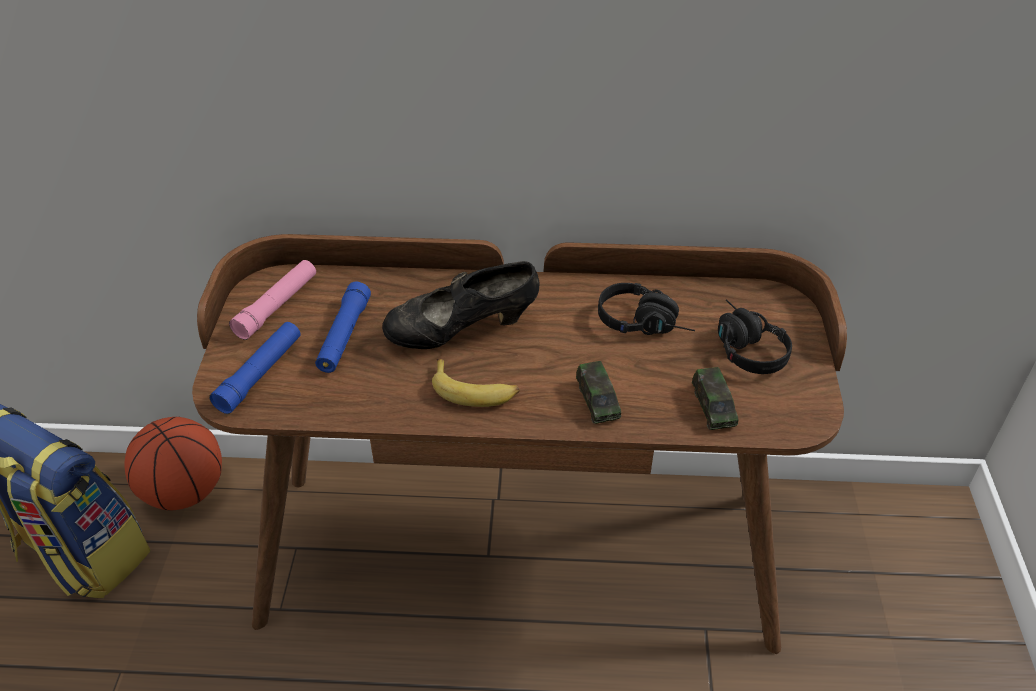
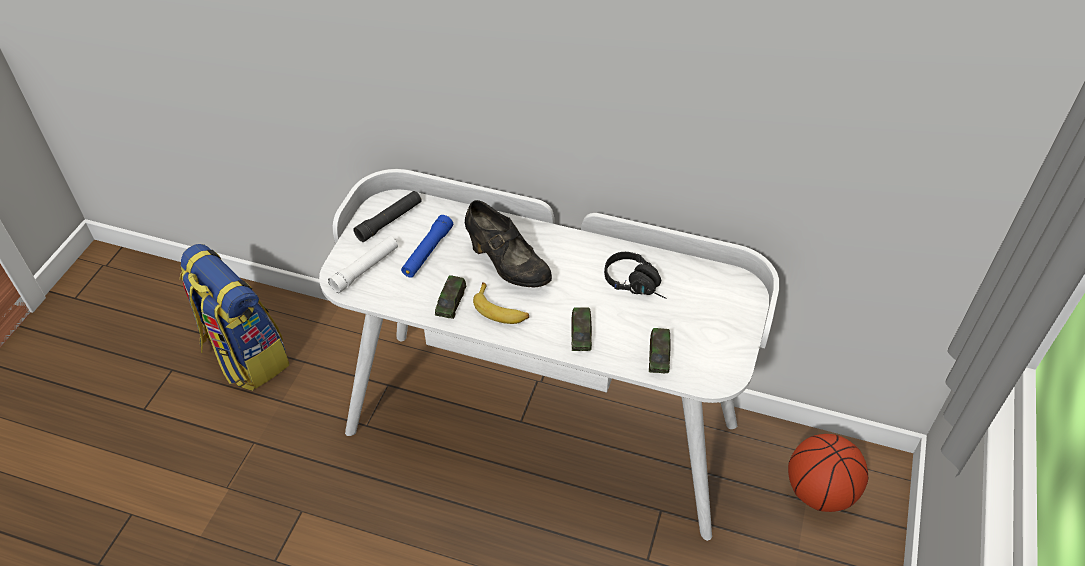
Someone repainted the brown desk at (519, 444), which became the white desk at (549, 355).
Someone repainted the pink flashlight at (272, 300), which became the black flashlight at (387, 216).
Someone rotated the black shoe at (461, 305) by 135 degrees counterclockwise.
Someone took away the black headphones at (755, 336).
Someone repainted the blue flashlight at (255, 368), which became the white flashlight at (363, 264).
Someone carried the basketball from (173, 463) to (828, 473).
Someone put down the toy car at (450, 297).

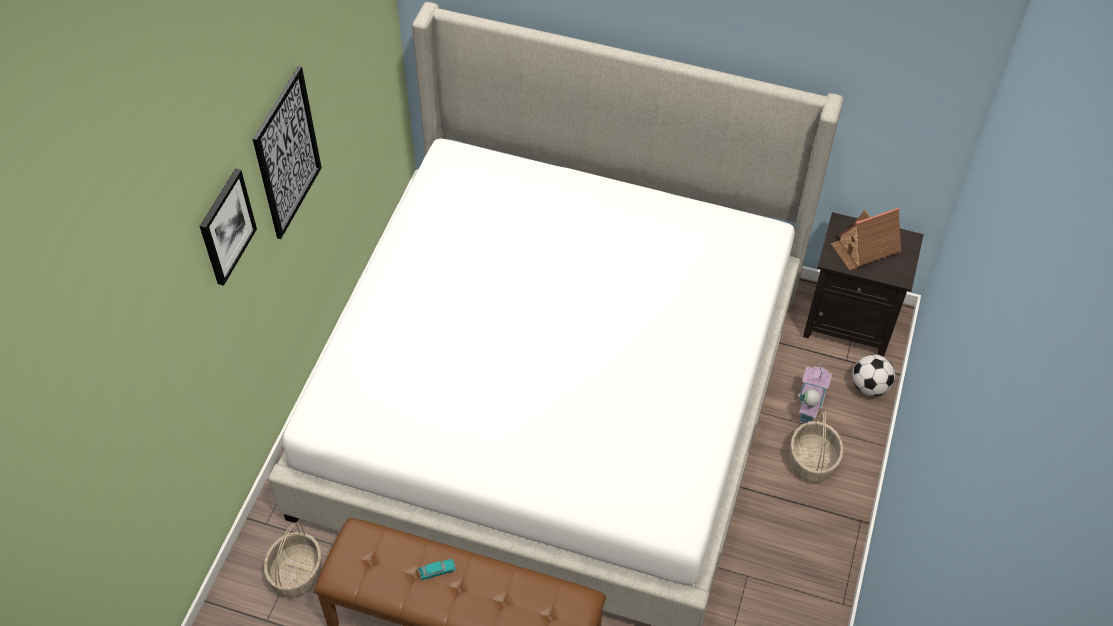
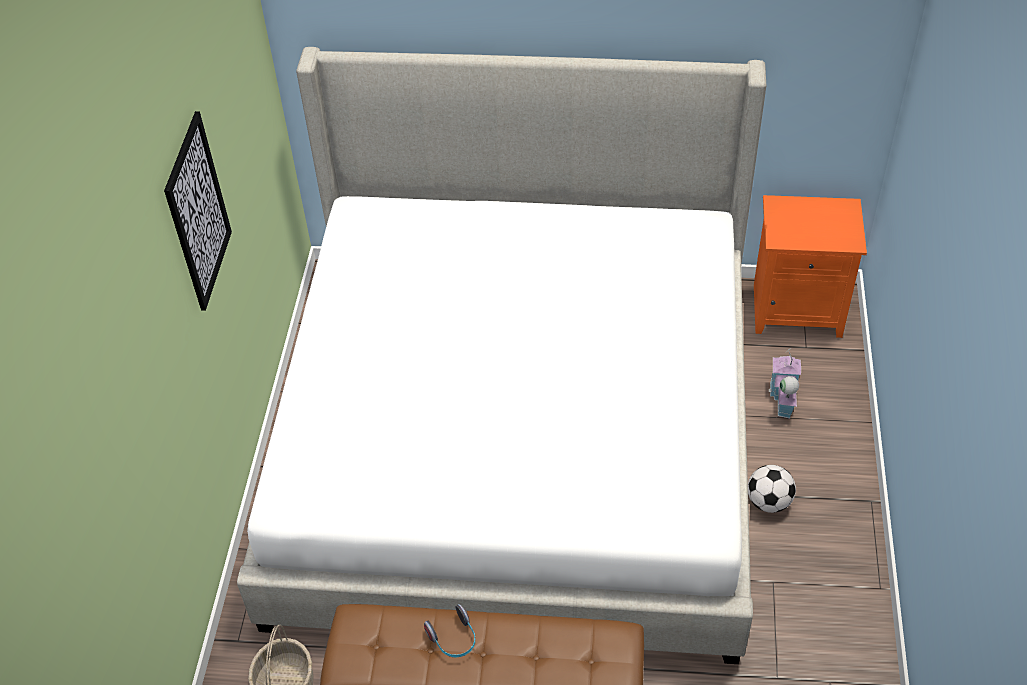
Someone took away the picture at (228, 227).
Someone took away the toy house at (866, 238).
Someone repainted the black nightstand at (863, 284), which became the orange nightstand at (810, 266).
Someone carried the football from (873, 375) to (772, 489).
Someone took away the basket at (816, 445).
Someone swapped the toy car at (436, 570) for the headphones at (449, 630).

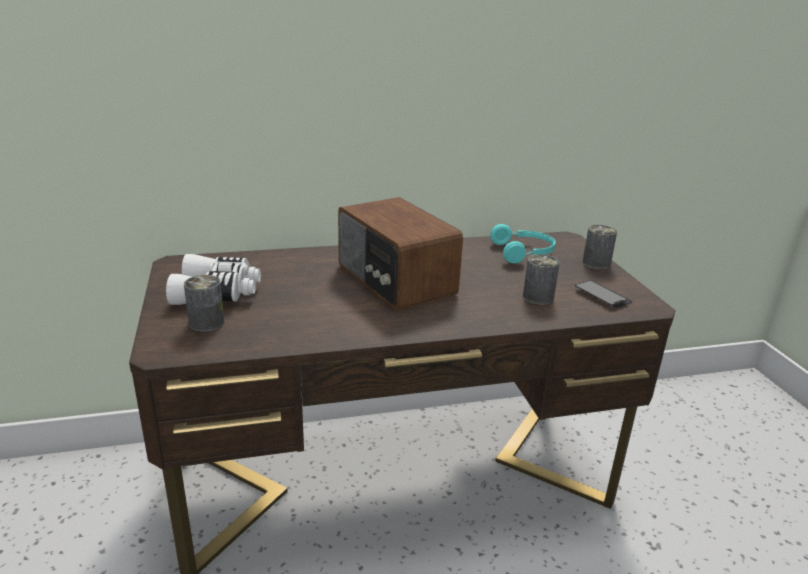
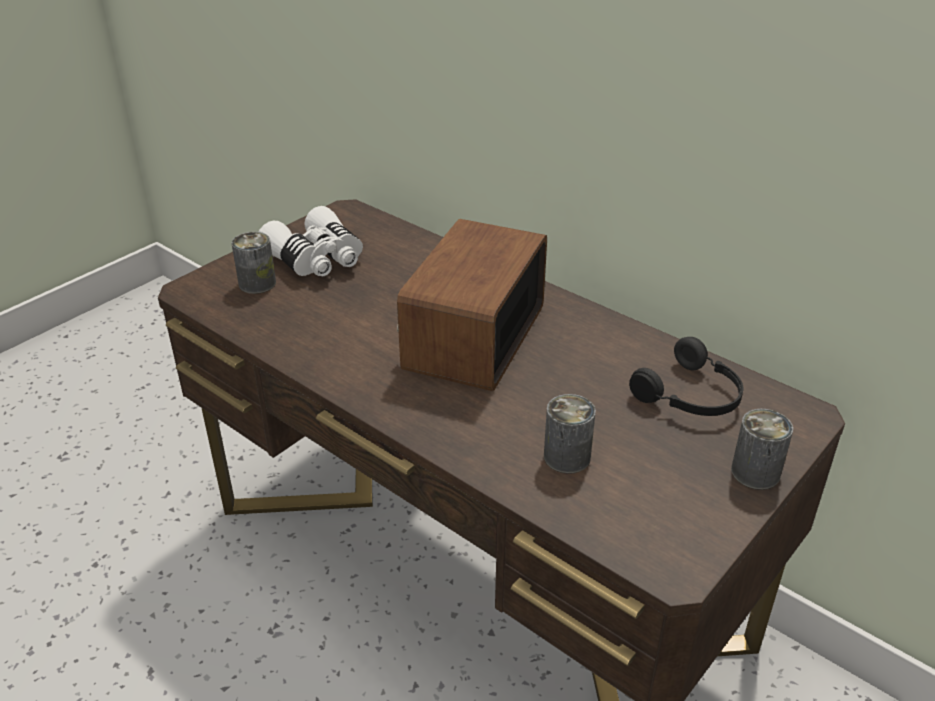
Someone repainted the turquoise headphones at (523, 243), which became the black headphones at (686, 376).
Someone took away the phone at (603, 294).

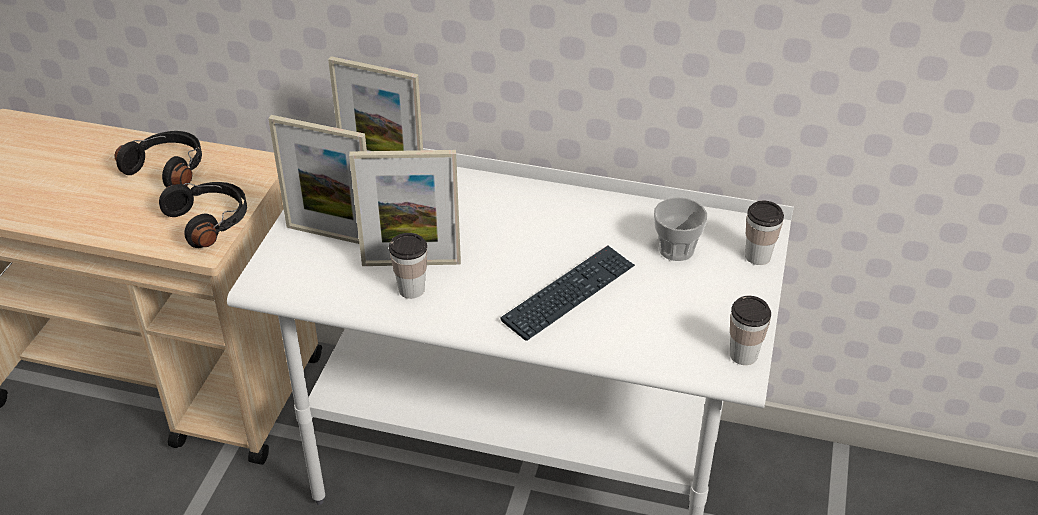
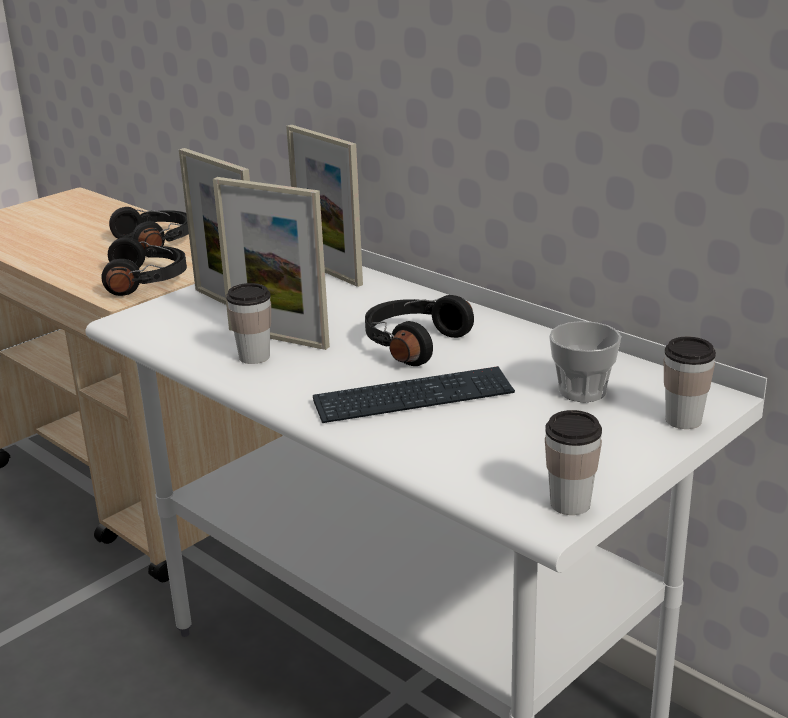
Someone put down the black headphones at (419, 330).

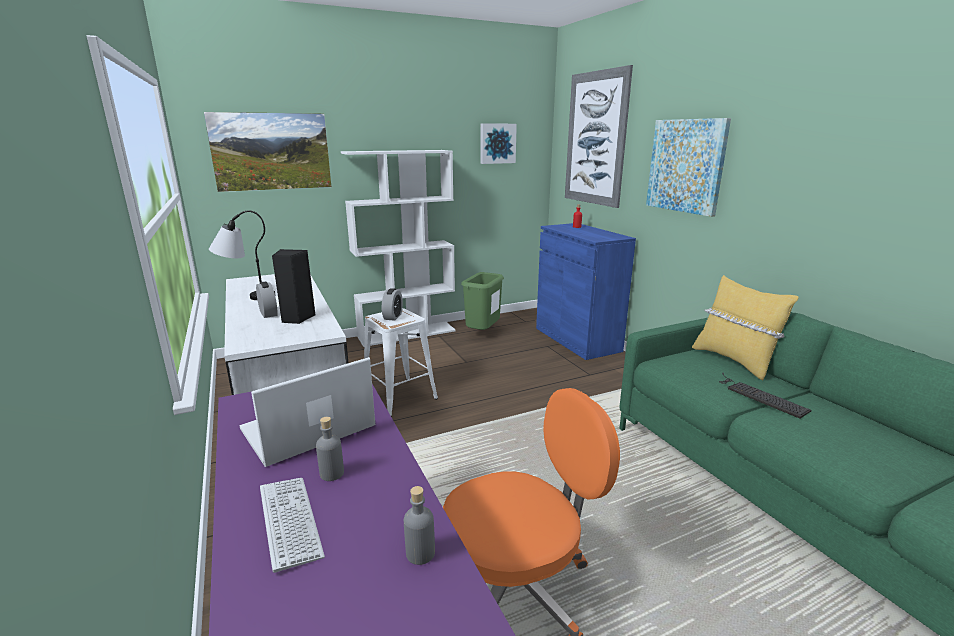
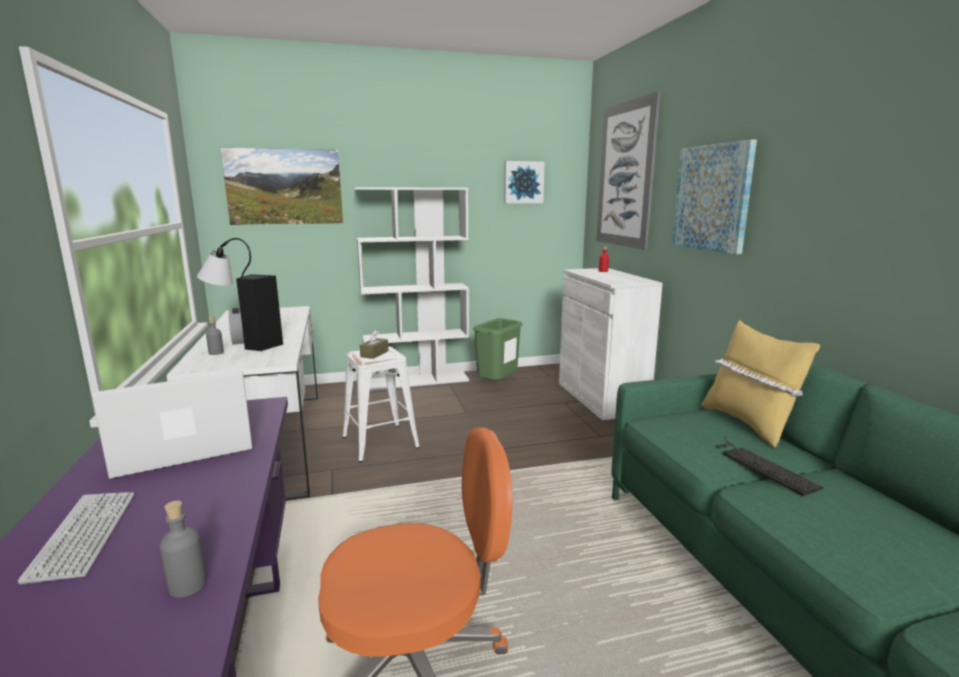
Someone repainted the blue cabinet at (586, 291), which became the white cabinet at (611, 344).
Someone swapped the alarm clock at (392, 304) for the brown tissue box at (374, 344).
Someone carried the grey bottle from (330, 449) to (215, 336).

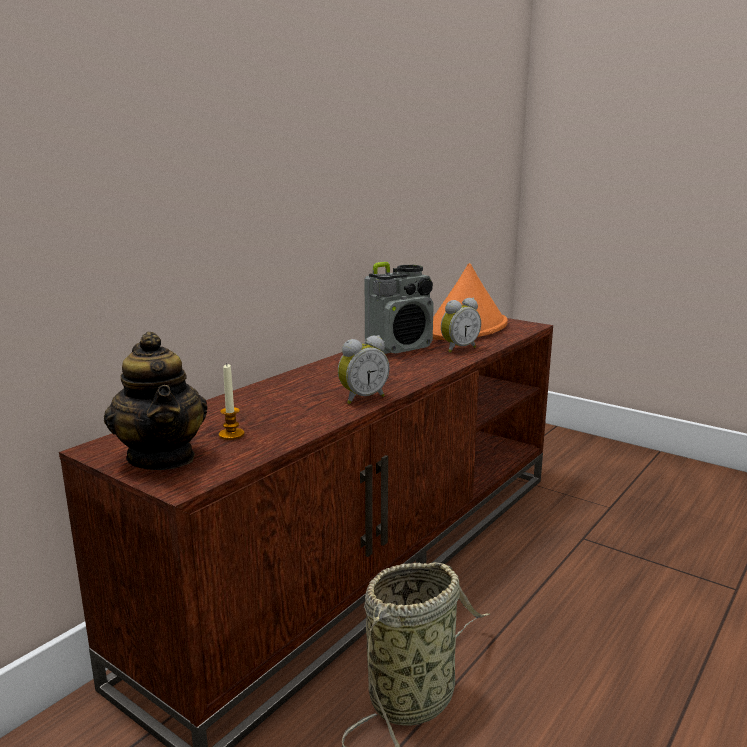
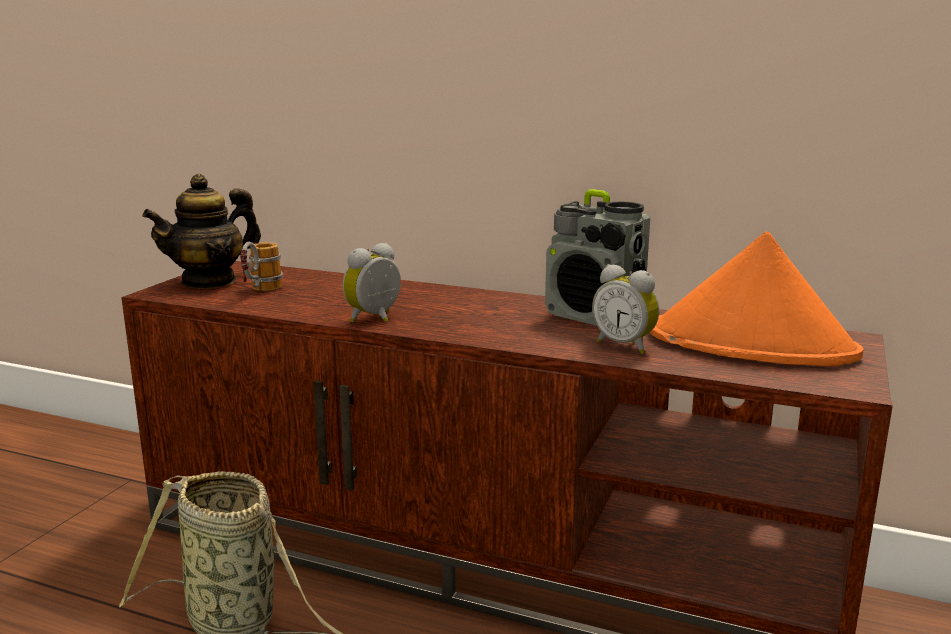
Someone rotated the alarm clock at (363, 369) by 90 degrees clockwise.
Someone swapped the candle at (231, 402) for the mug at (261, 266).

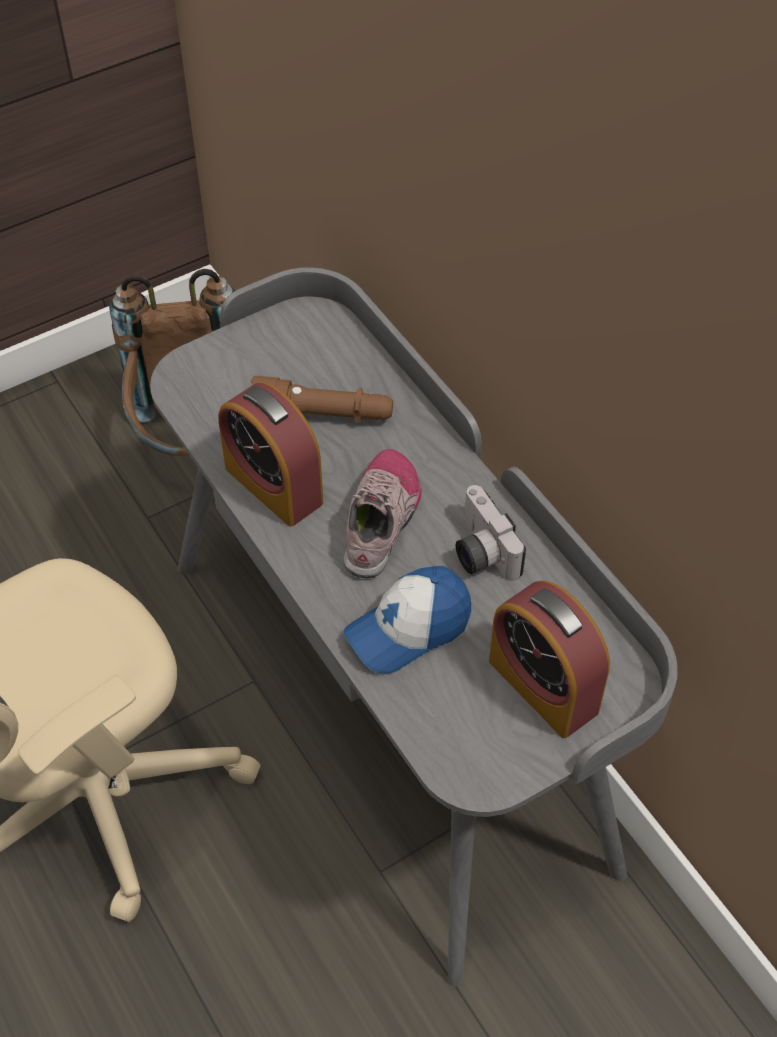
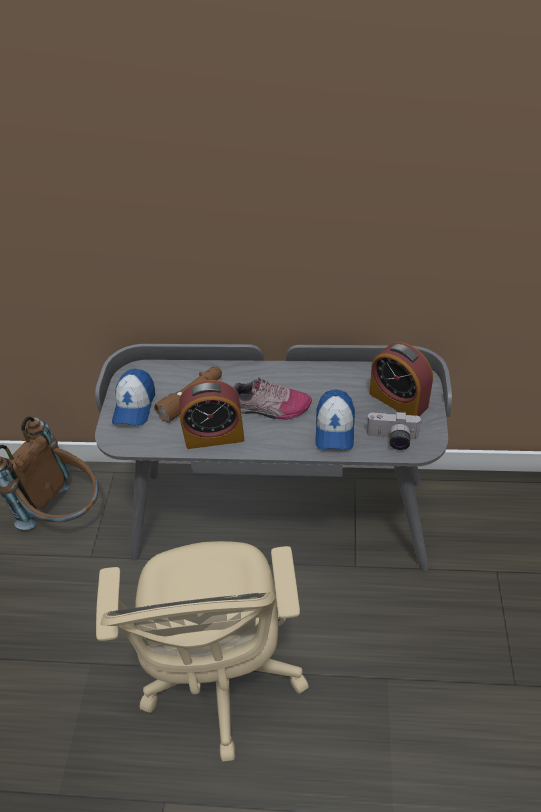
Someone rotated the shoe at (382, 513) by 135 degrees clockwise.
Someone carried the photo camera from (491, 533) to (394, 430).
Someone rotated the alarm clock at (549, 659) by 45 degrees clockwise.
Someone put down the cap at (133, 397).

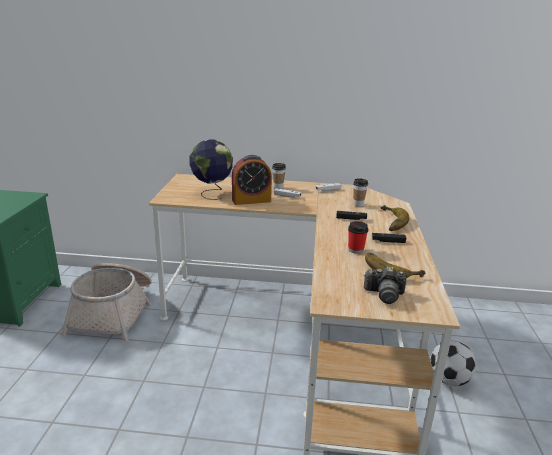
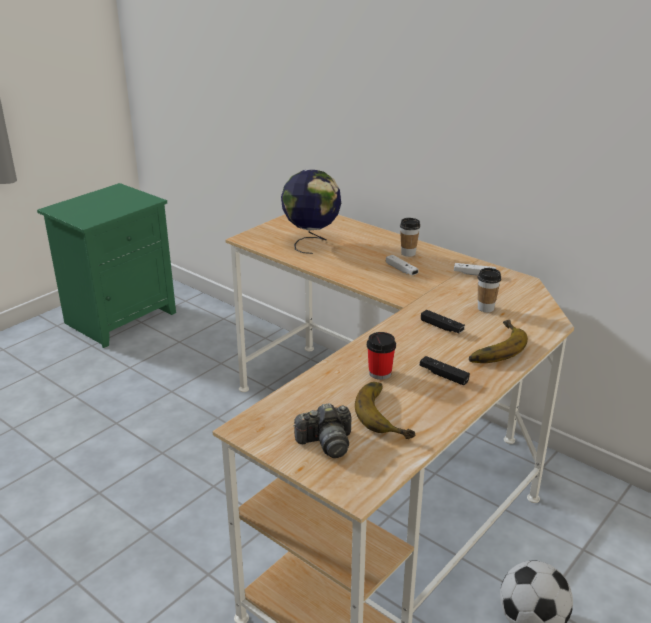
Someone took away the alarm clock at (252, 180).
Someone took away the basket at (106, 302).
Someone rotated the photo camera at (385, 285) by 60 degrees counterclockwise.

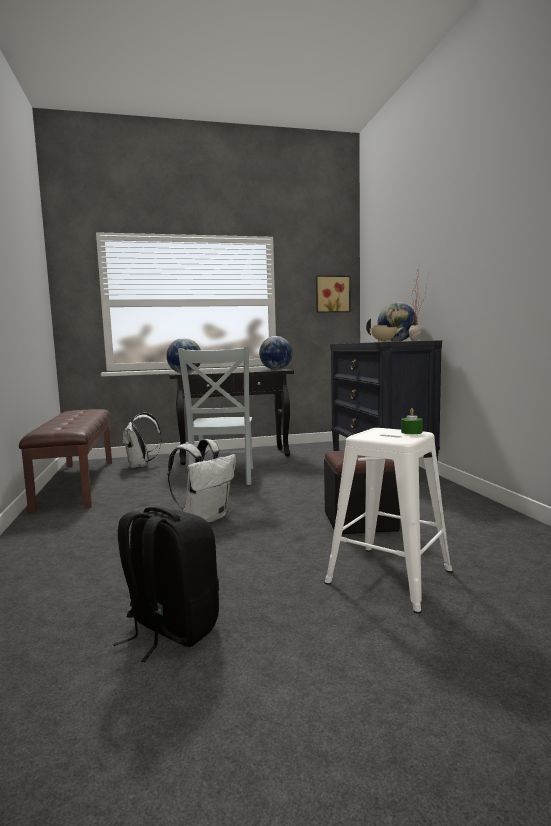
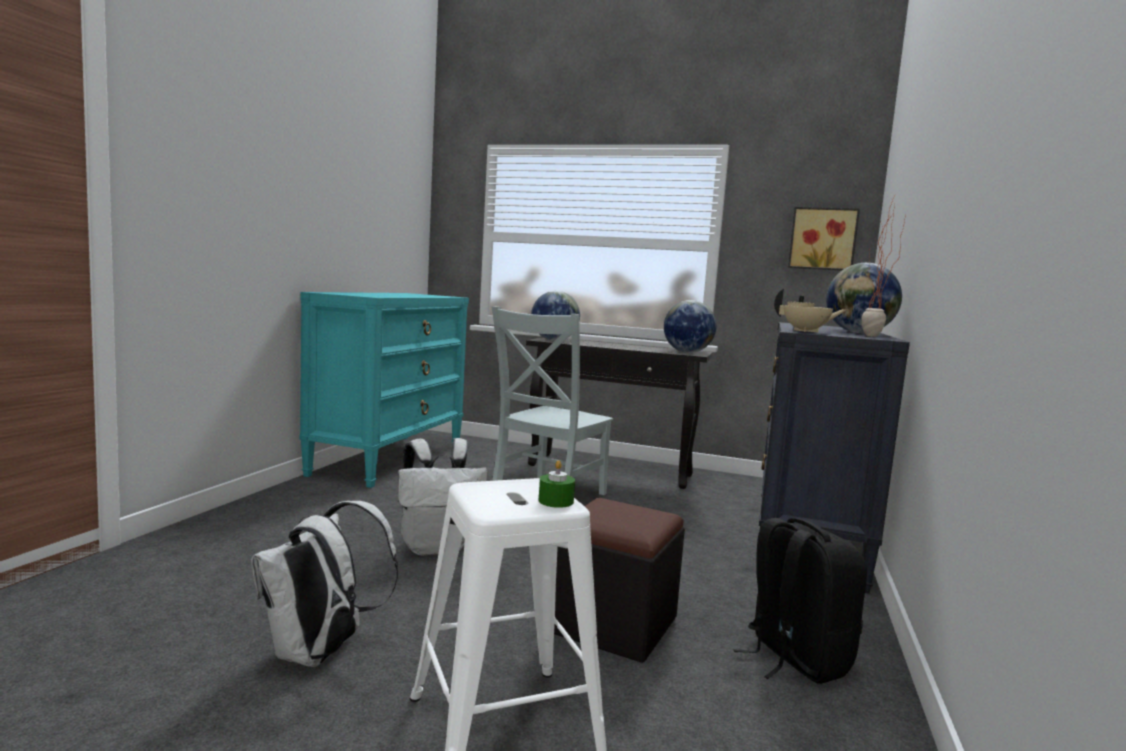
Someone swapped the brown bench at (65, 461) for the turquoise dresser at (384, 390).
Someone carried the white backpack from (142, 440) to (324, 584).
Someone carried the black backpack from (166, 584) to (800, 601).

